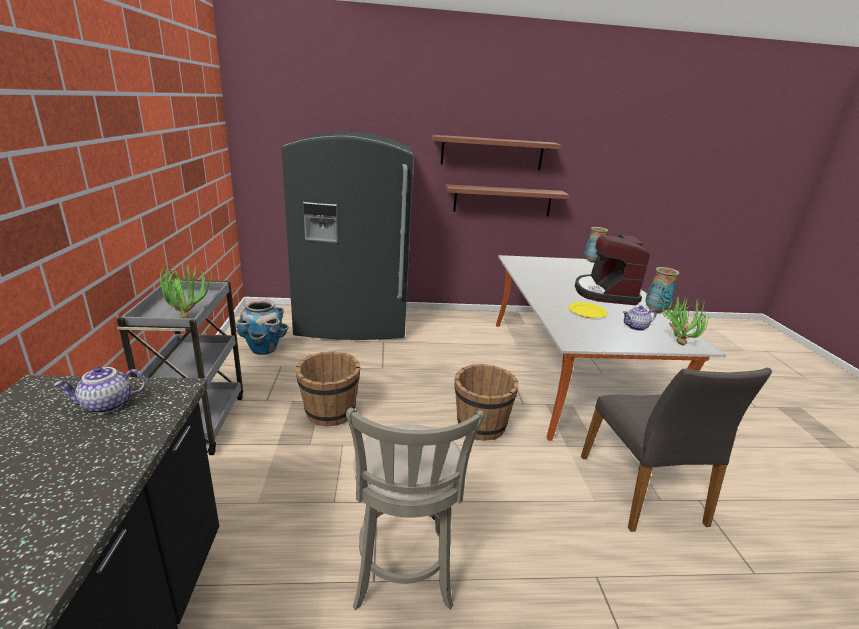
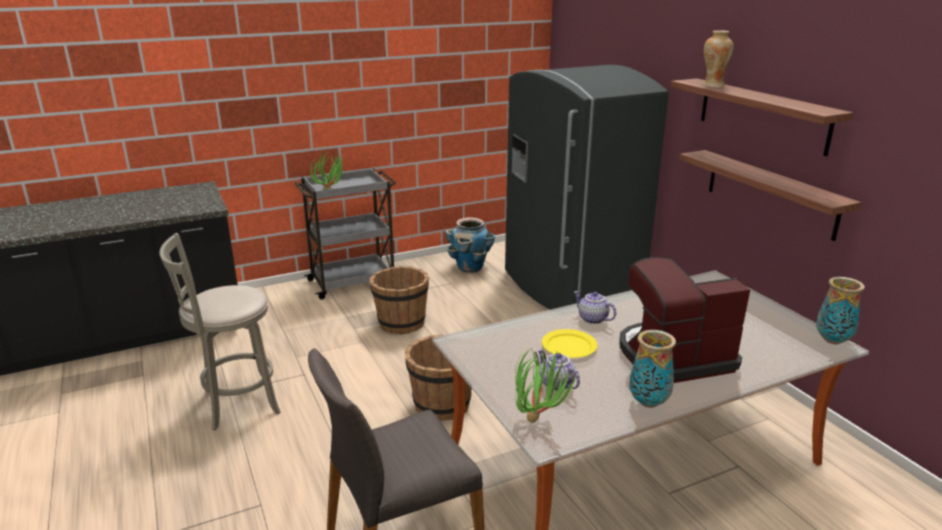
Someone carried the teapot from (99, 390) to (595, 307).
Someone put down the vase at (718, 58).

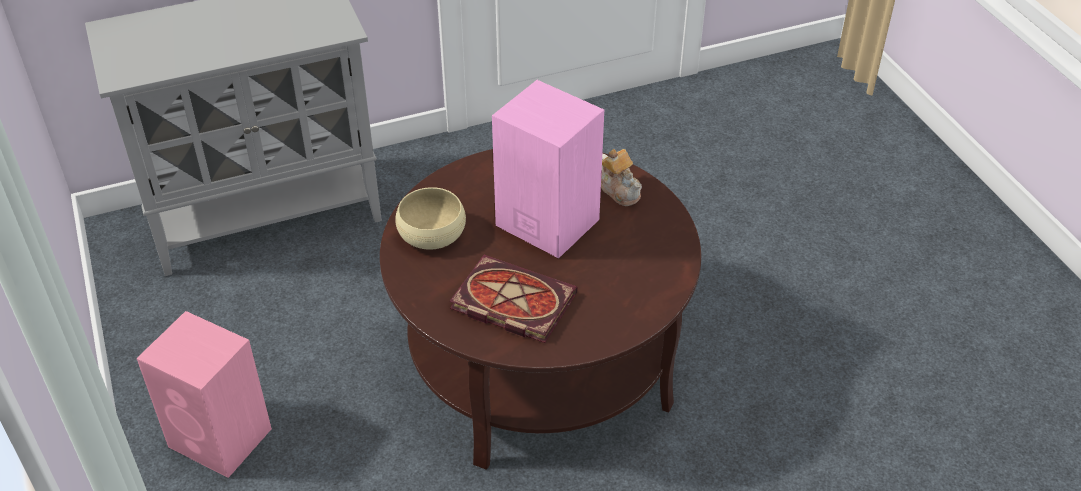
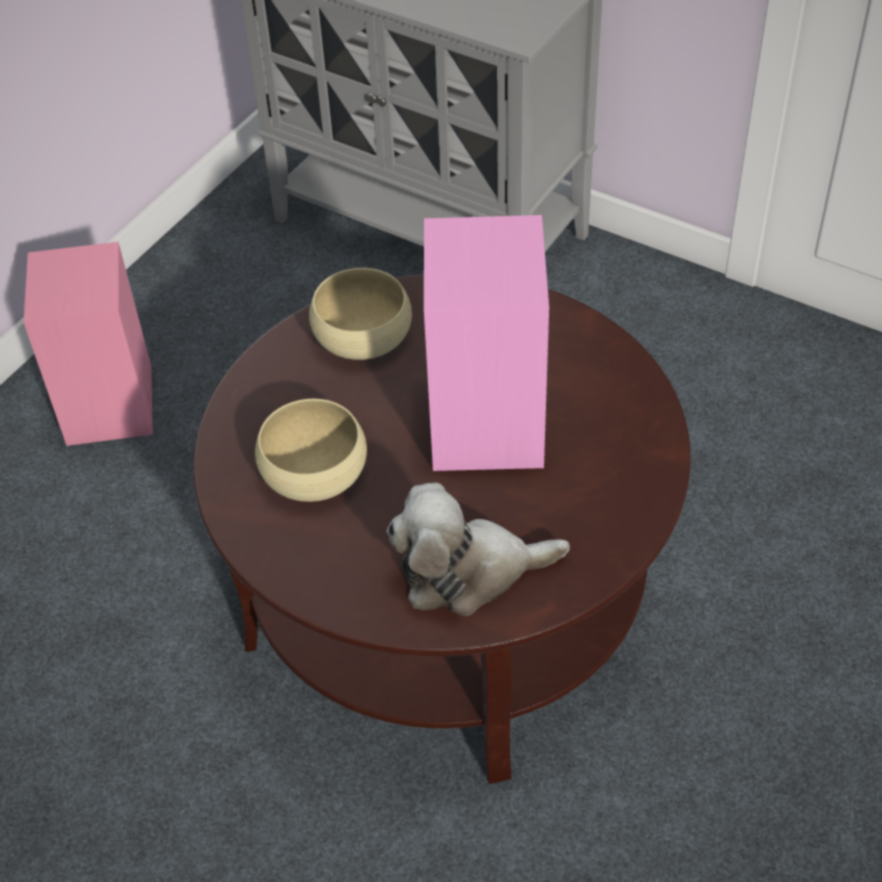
Someone took away the teapot at (621, 177).
Someone swapped the book at (514, 299) for the beige bowl at (311, 450).
Someone put down the plush toy at (478, 549).

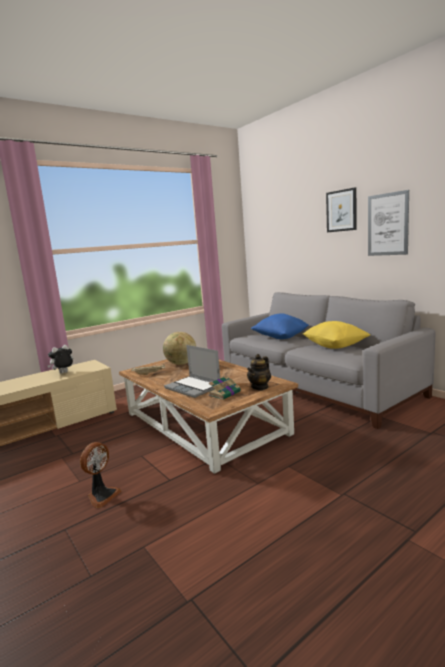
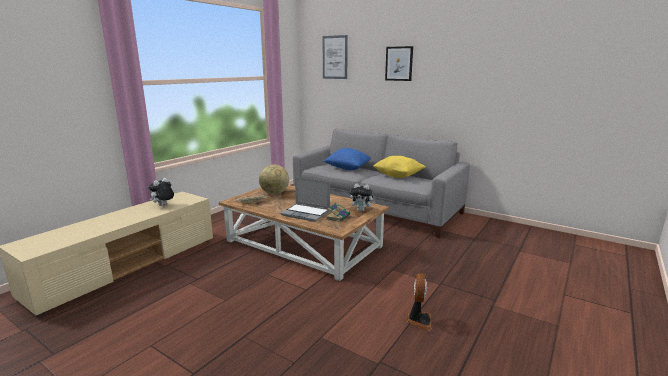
Someone carried the picture from (388, 223) to (335, 57).
Someone swapped the teapot at (259, 372) for the plush toy at (362, 197).
Someone carried the fan from (101, 475) to (419, 302).

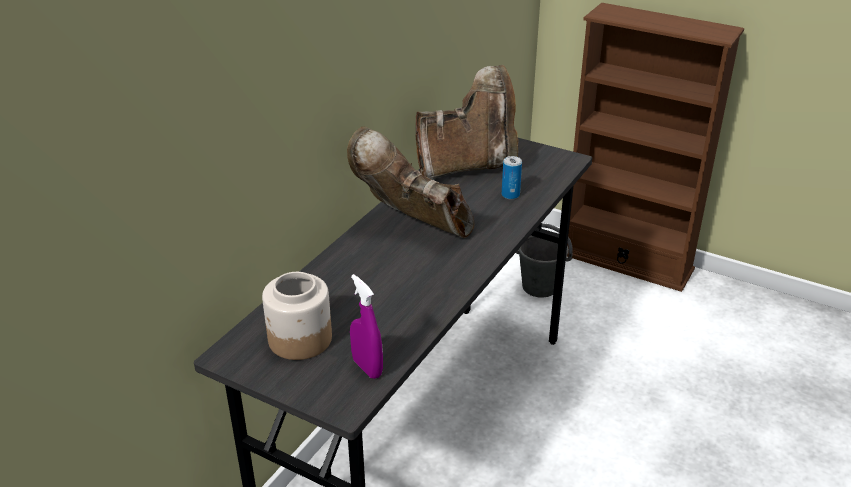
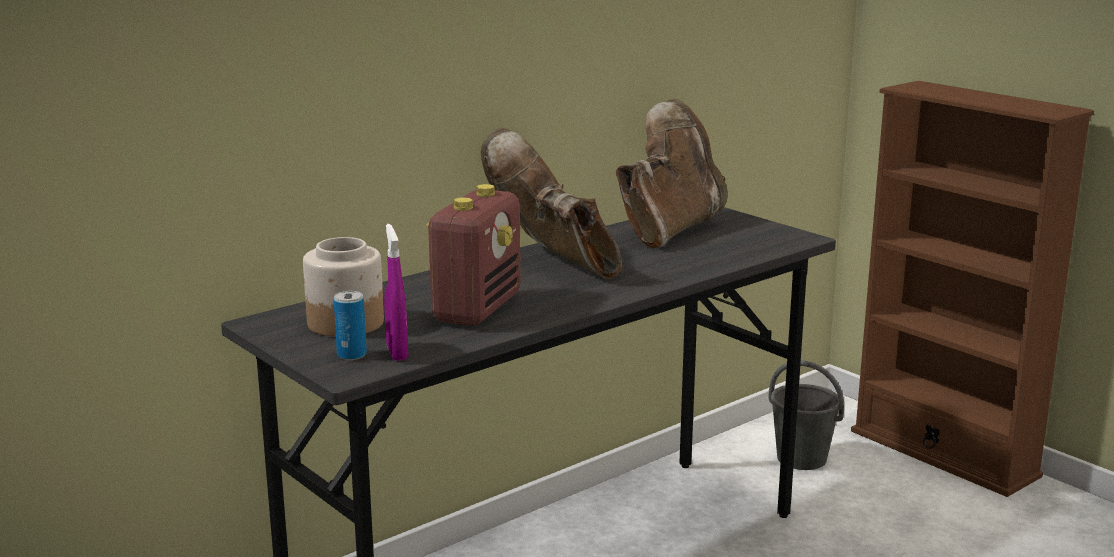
Someone rotated the brown boot at (467, 122) by 60 degrees counterclockwise.
Someone carried the can from (512, 178) to (350, 325).
Someone put down the radio at (473, 255).

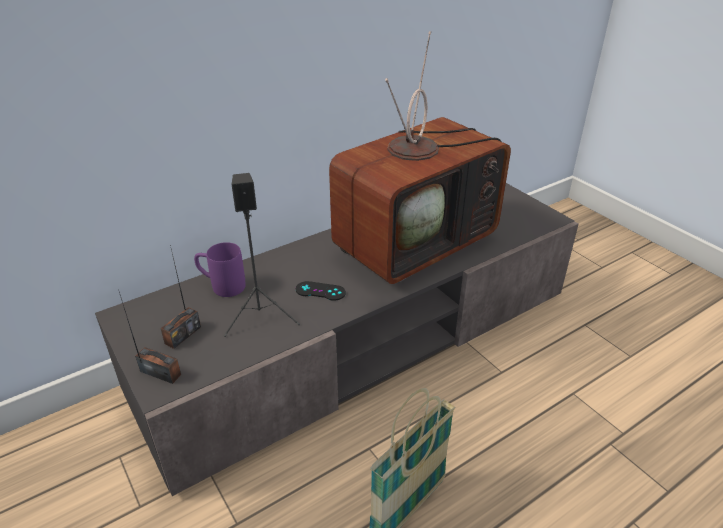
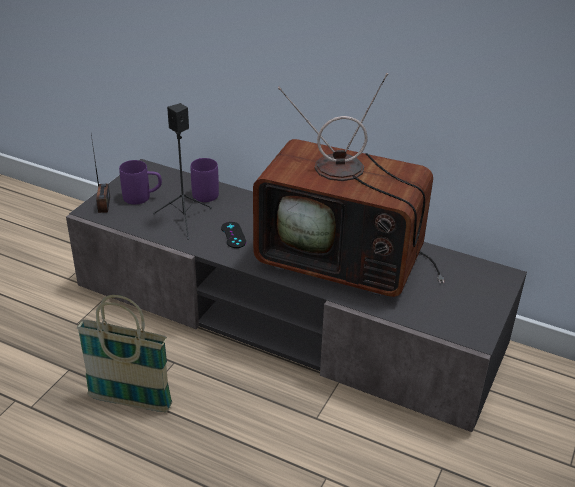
Someone swapped the radio at (180, 297) for the purple mug at (140, 182).

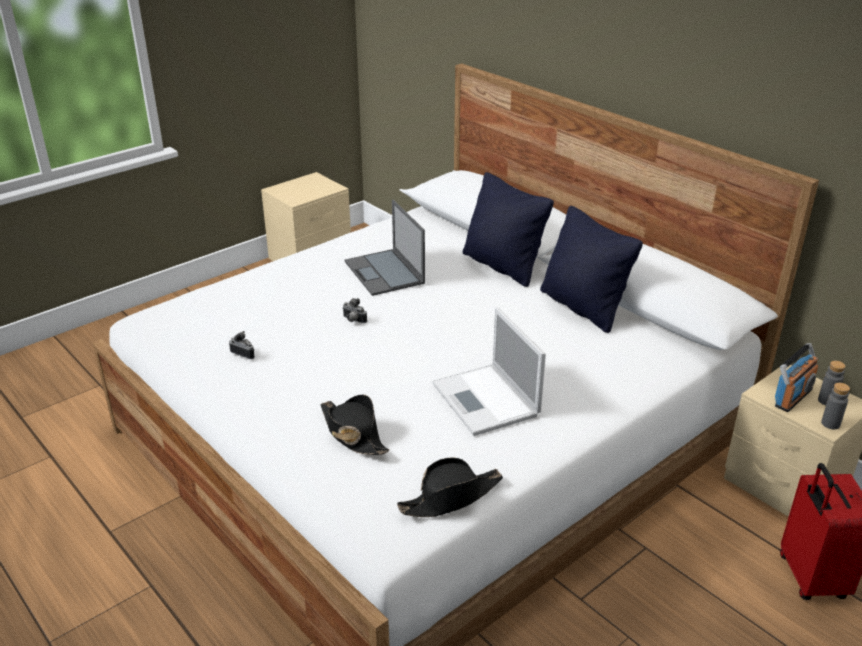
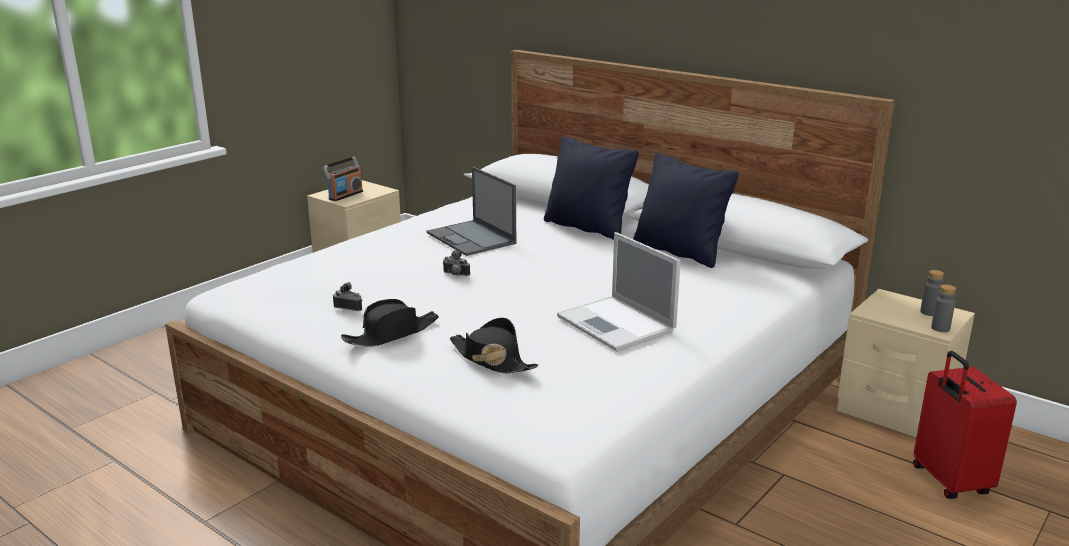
Someone carried the radio from (796, 377) to (343, 179).
Someone carried the black hat from (450, 487) to (390, 323).

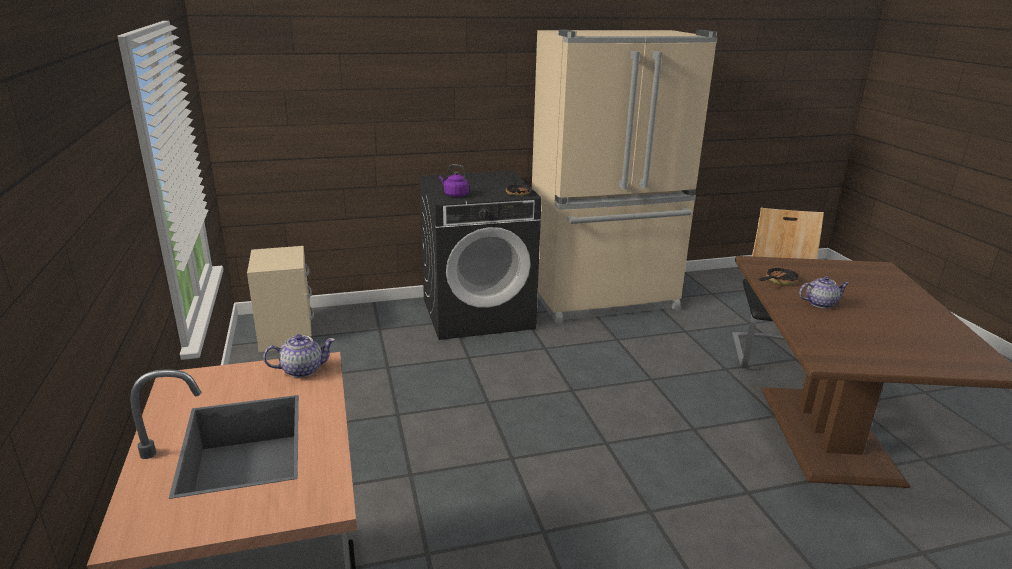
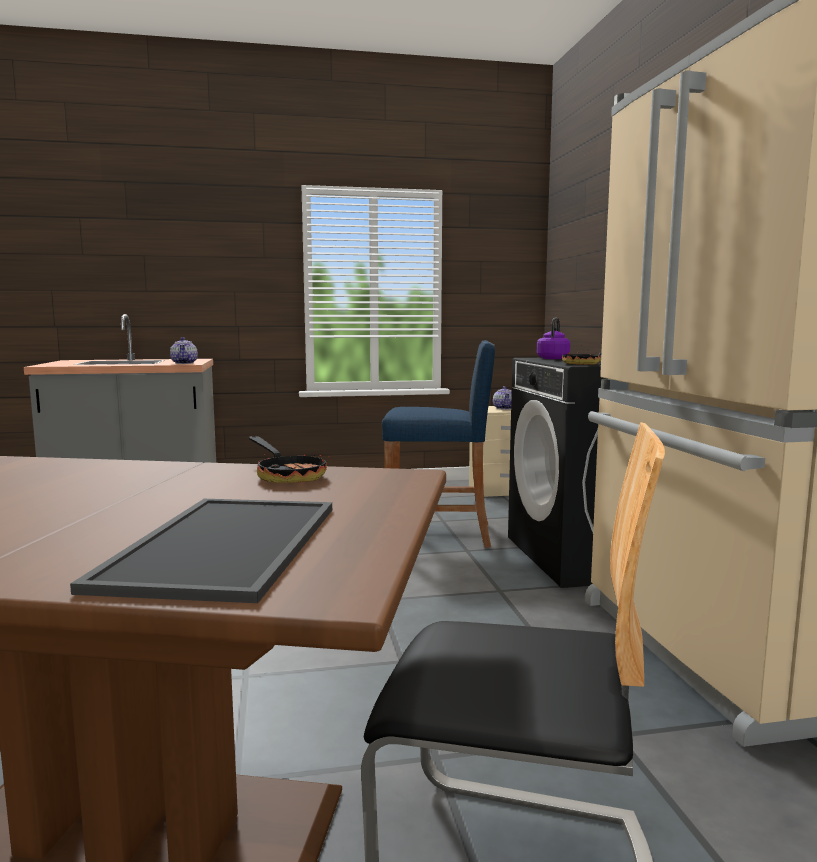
Someone carried the teapot from (824, 292) to (502, 398).
Someone put down the blue stool at (438, 444).
Someone put down the tray at (201, 551).

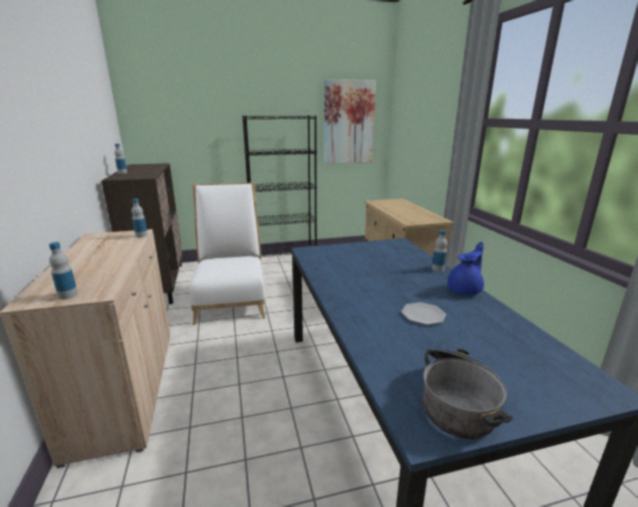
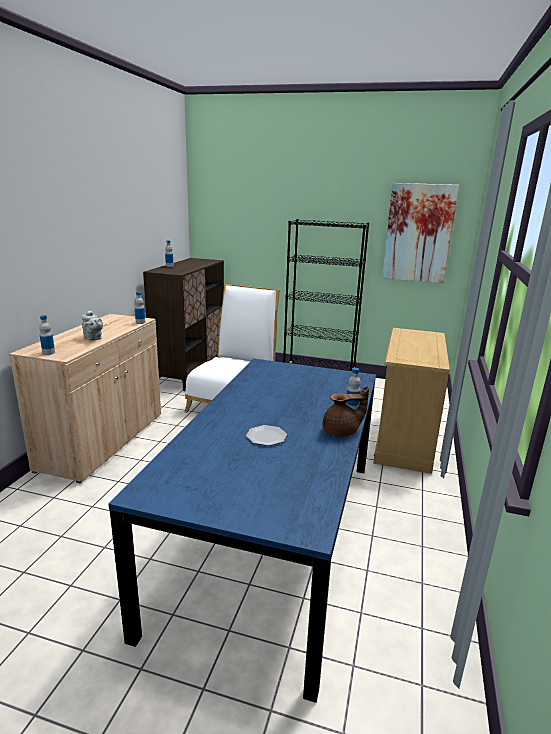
Someone repainted the blue teapot at (465, 268), which became the brown teapot at (346, 411).
Someone took away the cooking pot at (468, 394).
Someone put down the grey teapot at (92, 325).

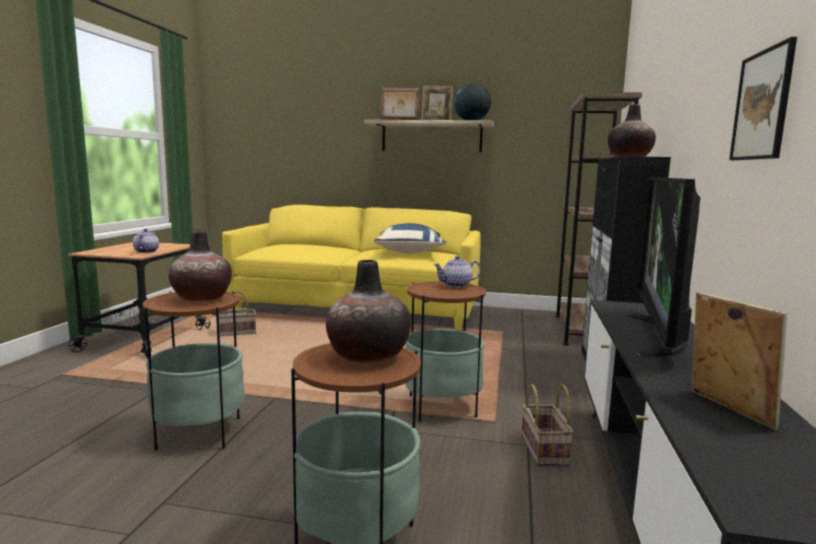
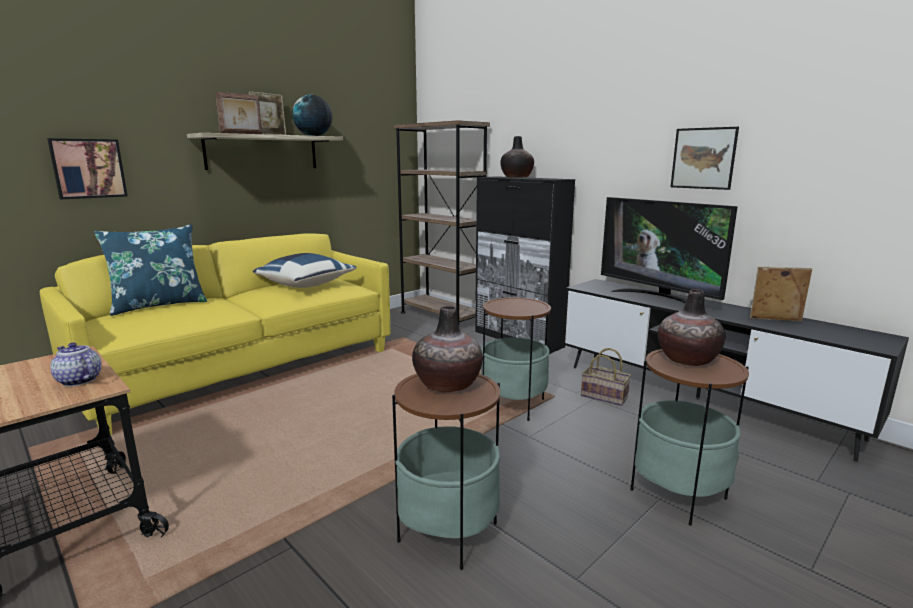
Someone took away the teapot at (457, 271).
Someone took away the basket at (237, 313).
Someone put up the picture at (87, 168).
Someone put down the blue pillow at (150, 270).

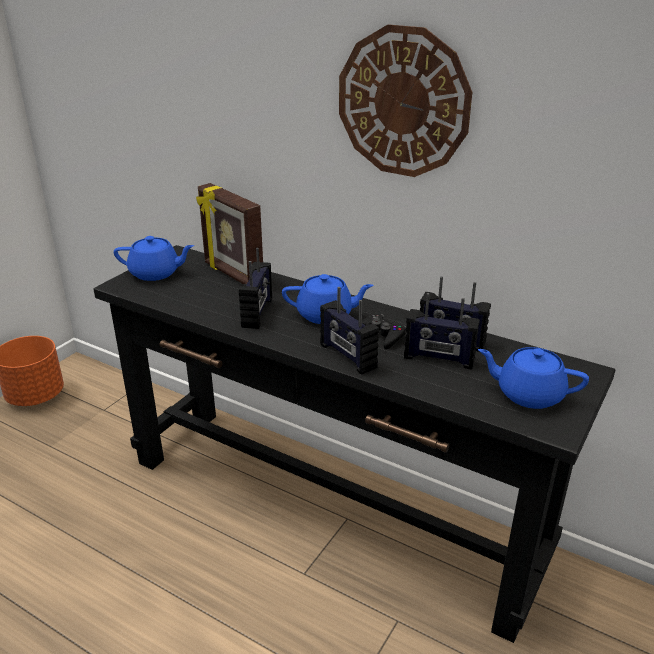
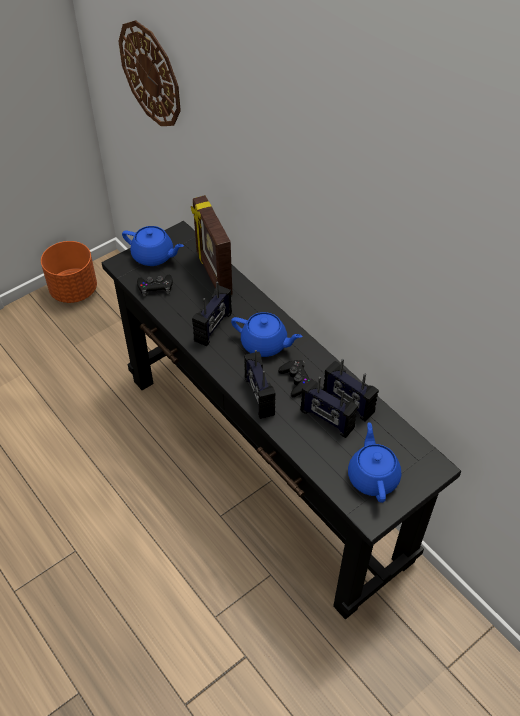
Someone carried the wall clock from (405, 100) to (149, 73).
Someone rotated the blue teapot at (533, 378) by 45 degrees clockwise.
Someone put down the black game controller at (155, 285).

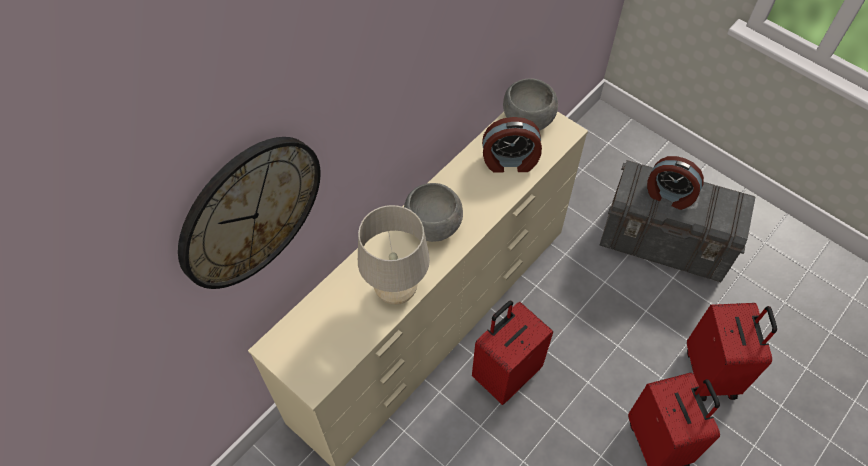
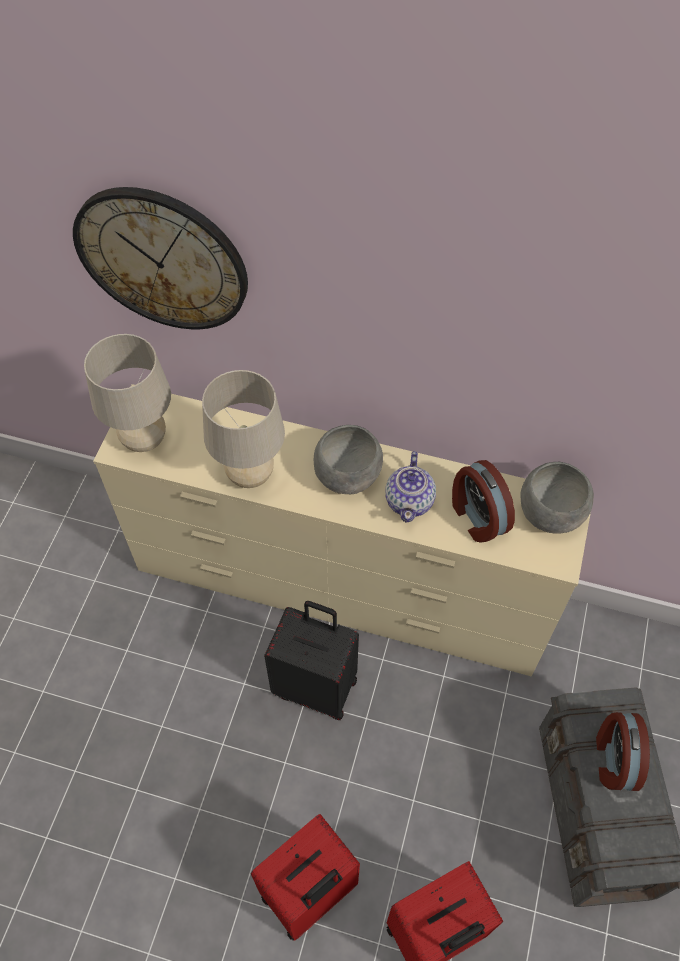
Someone repainted the red suitcase at (512, 352), which became the black suitcase at (311, 660).
Someone put down the beige table lamp at (127, 393).
Someone put down the teapot at (410, 487).

